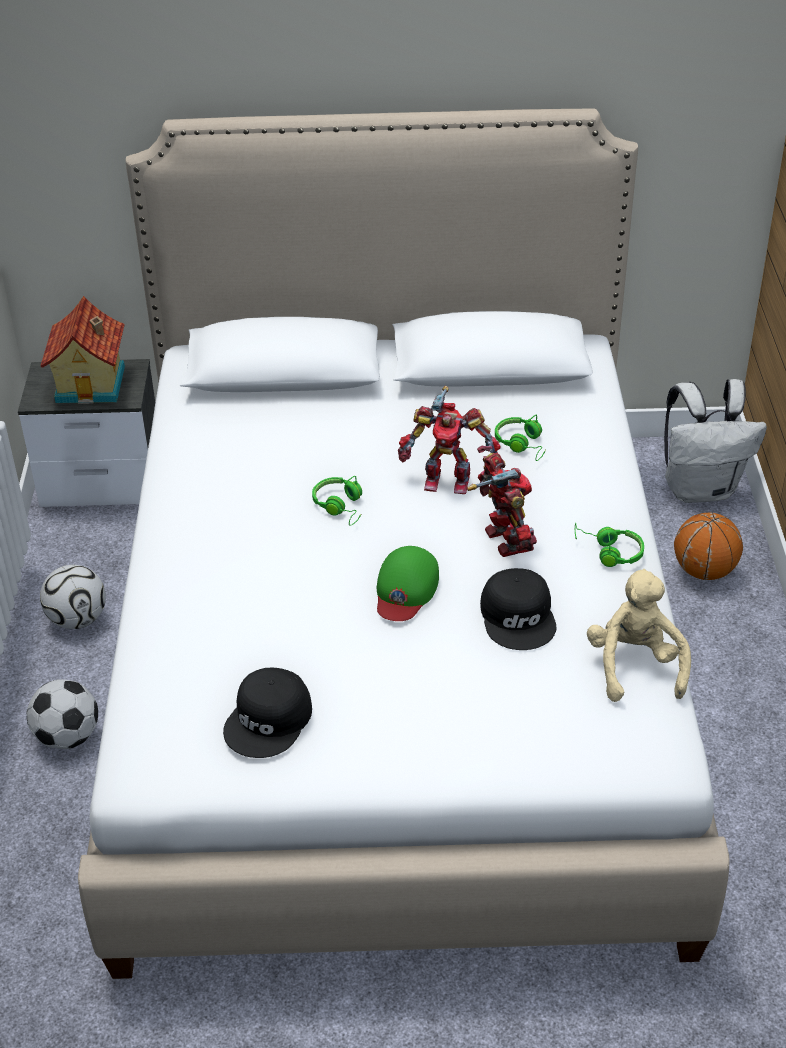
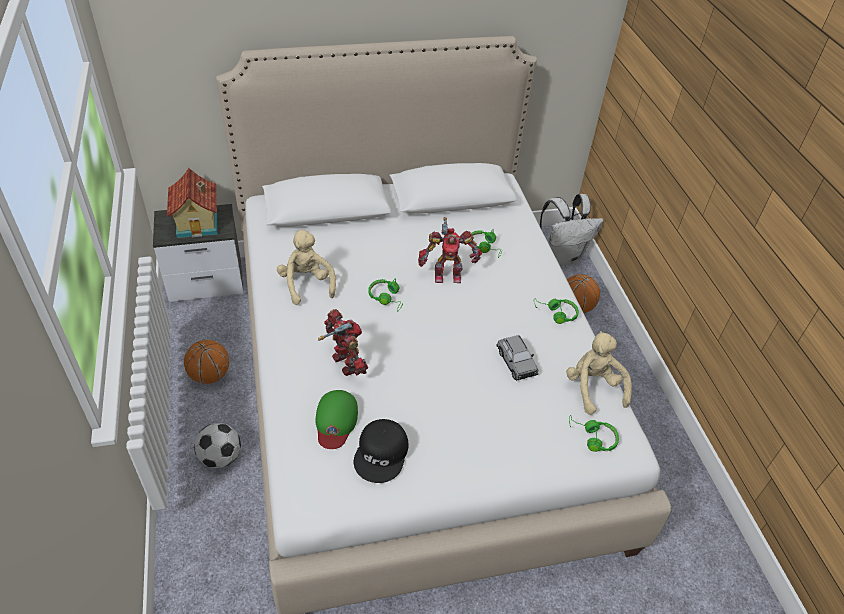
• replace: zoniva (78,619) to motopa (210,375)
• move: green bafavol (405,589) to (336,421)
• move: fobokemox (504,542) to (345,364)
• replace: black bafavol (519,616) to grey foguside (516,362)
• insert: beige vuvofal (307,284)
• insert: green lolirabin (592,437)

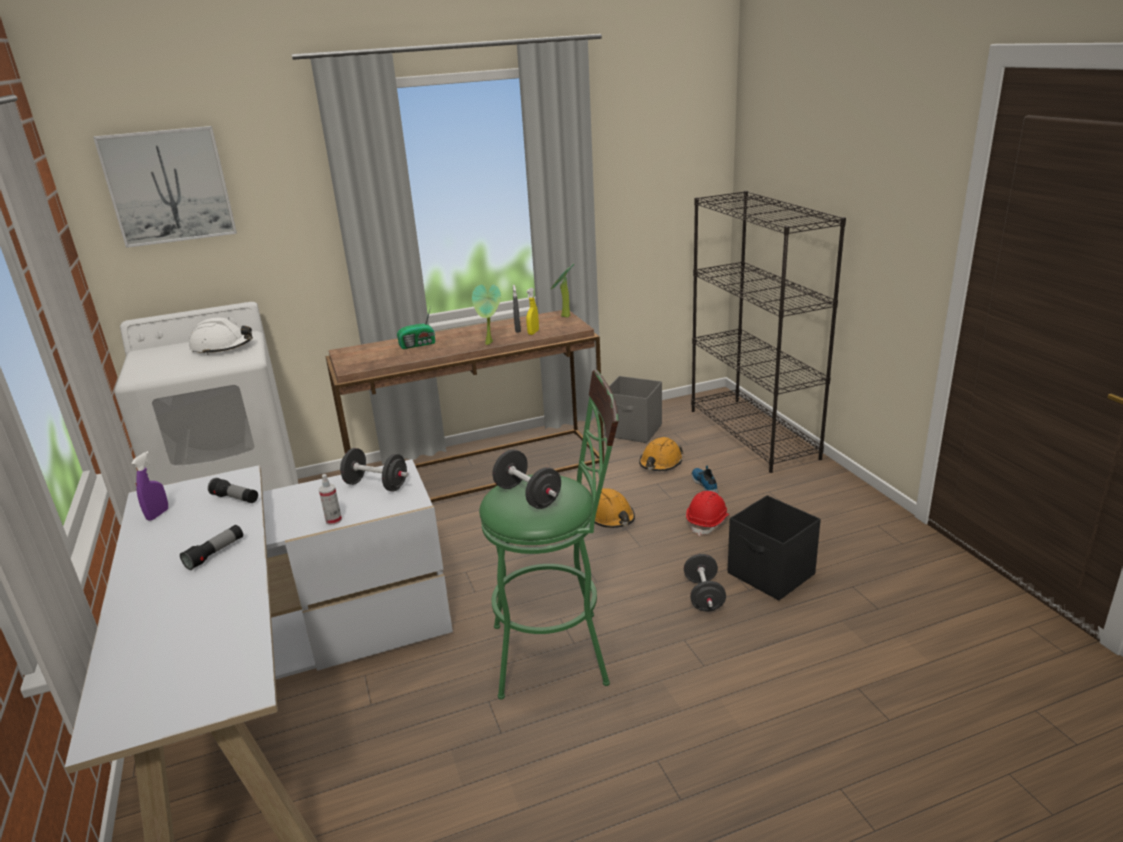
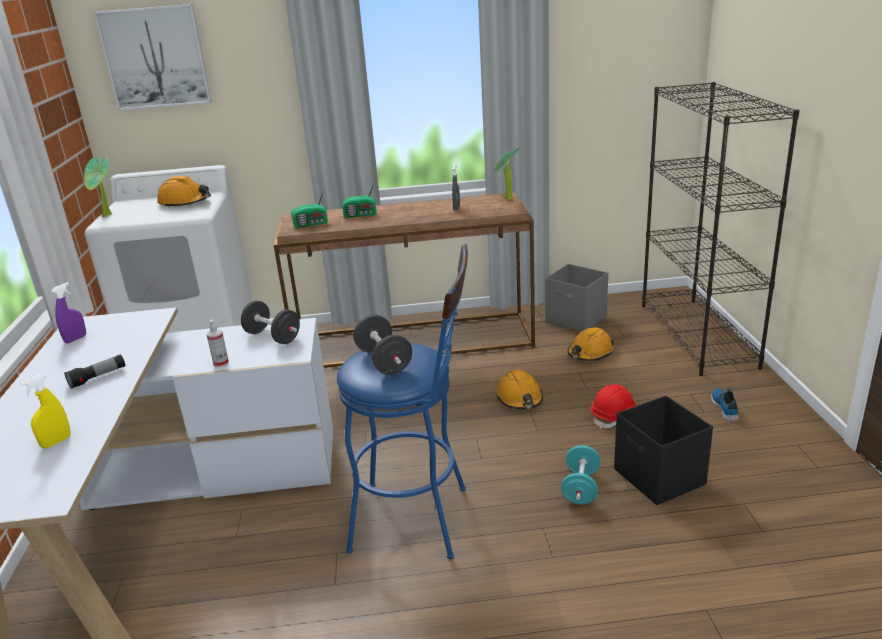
• recolor: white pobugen (222,347) to orange pobugen (185,203)
• delete: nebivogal (235,499)
• move: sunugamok (490,343) to (107,216)
• recolor: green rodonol (561,652) to blue rodonol (421,519)
• move: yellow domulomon (533,332) to (56,442)
• recolor: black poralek (704,596) to turquoise poralek (580,488)
• move: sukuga (705,484) to (725,407)
• insert: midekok (312,224)

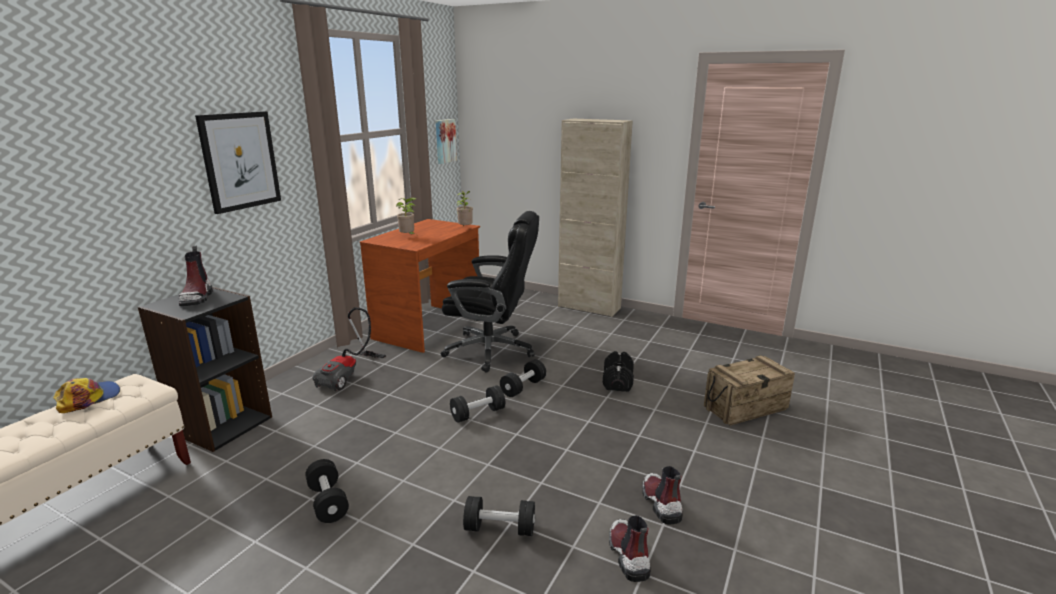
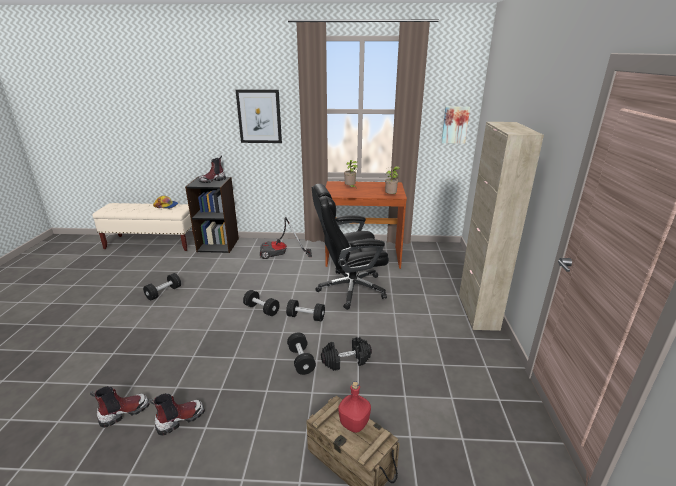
• rotate: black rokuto (491,350) = (350,289) 90 degrees clockwise
• move: black poralek (500,528) to (301,360)
• insert: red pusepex (353,423)

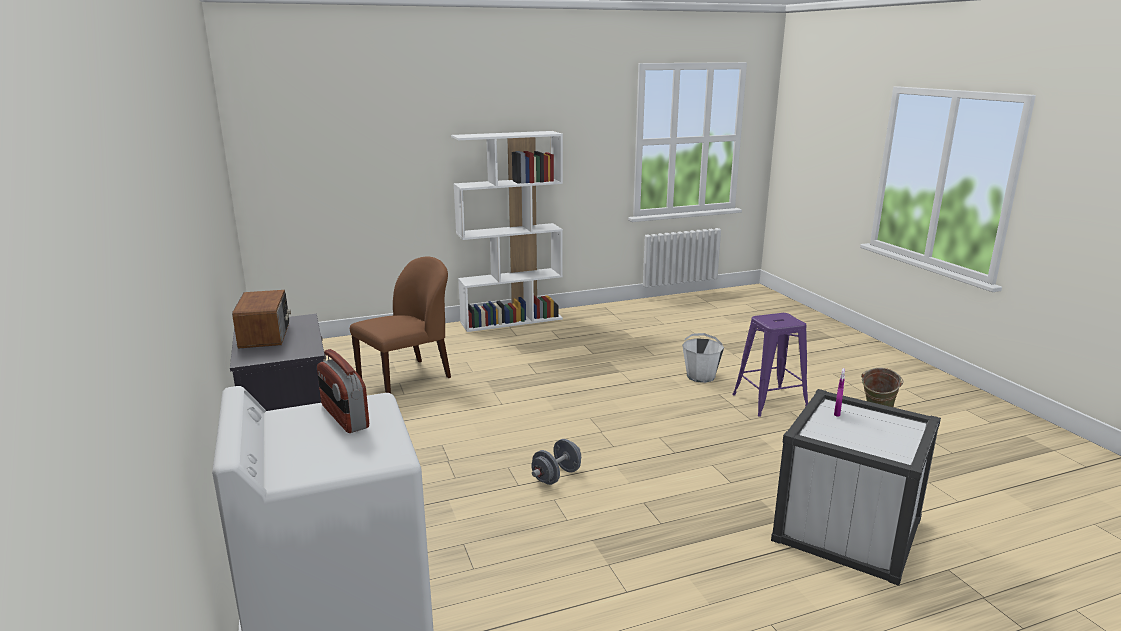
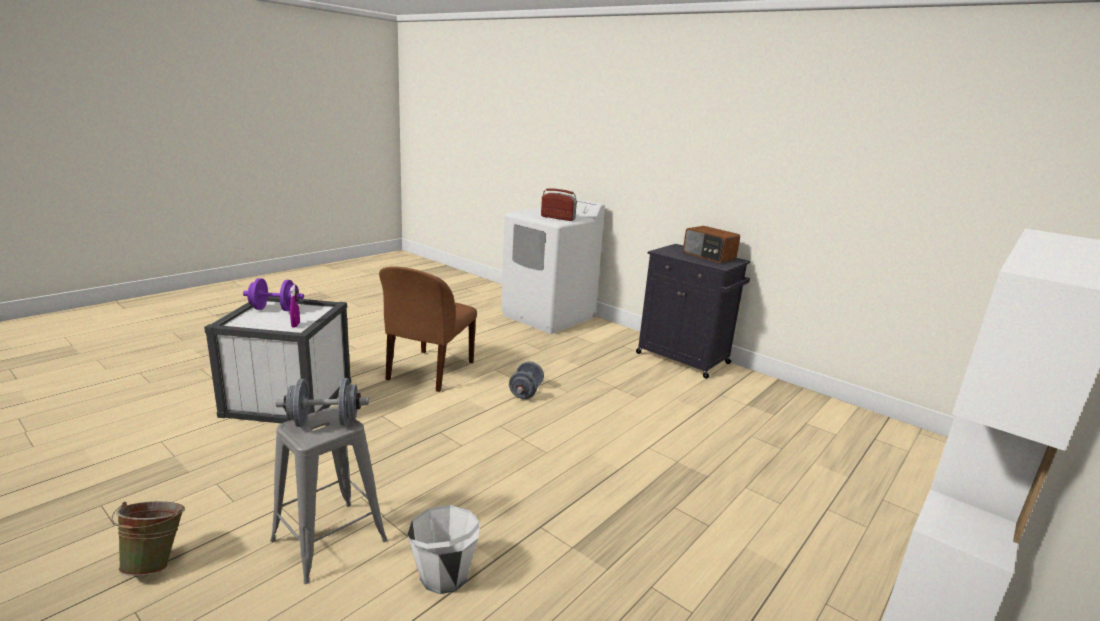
• move: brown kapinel (406,378) to (429,371)
• recolor: purple rodonol (769,401) to grey rodonol (330,540)
• insert: purple poralek (275,309)
• insert: grey poralek (324,422)

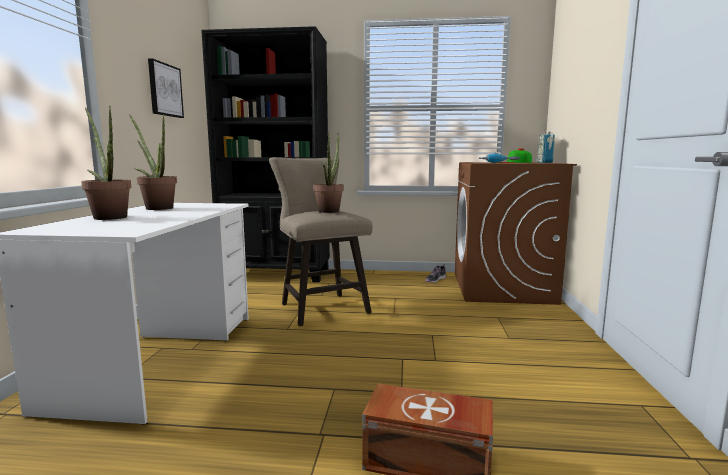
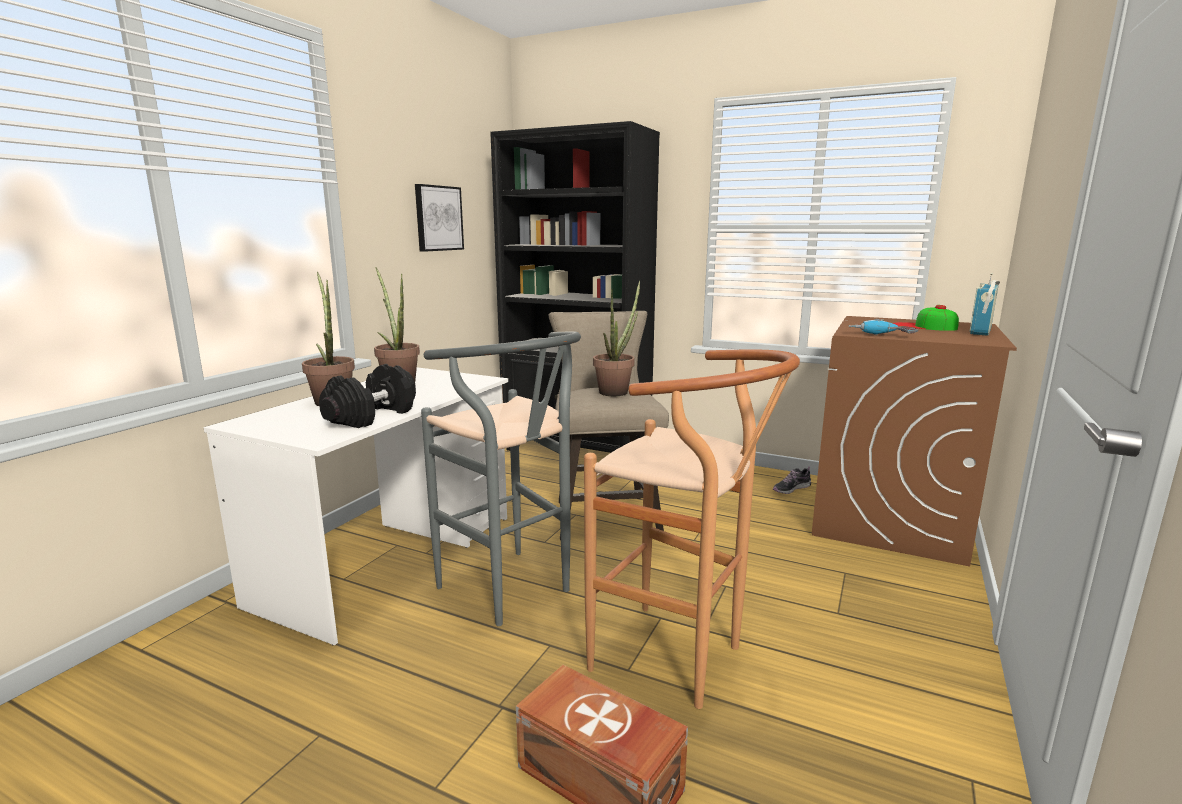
• insert: black poralek (372,416)
• insert: grey rodonol (513,592)
• insert: brown rodonol (680,661)

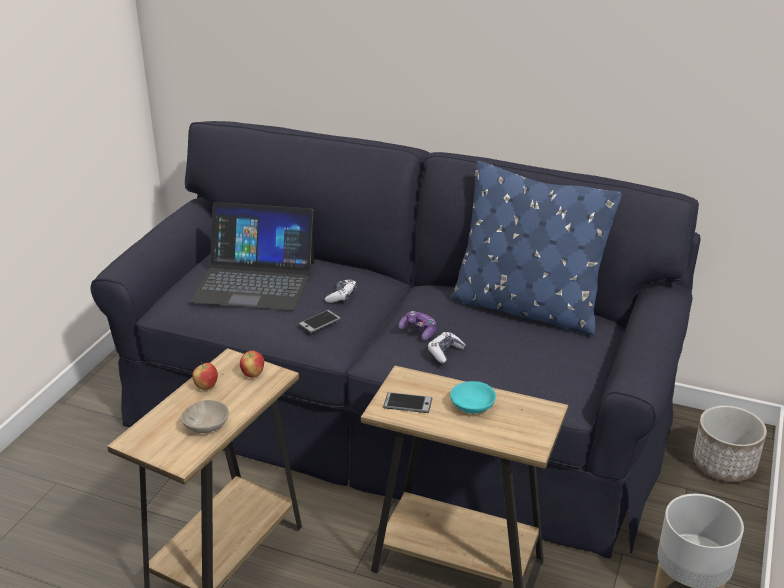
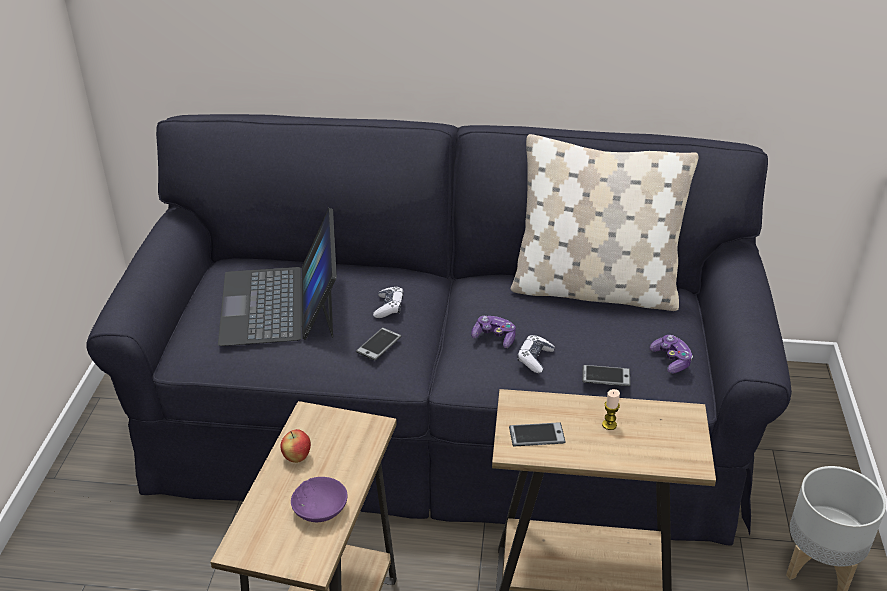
• recolor: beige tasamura (206,426) to purple tasamura (321,510)
• rotate: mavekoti (255,281) = (280,304) 90 degrees clockwise
• delete: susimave (253,375)
• replace: turquoise tasamura (474,406) to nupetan (609,425)
• recolor: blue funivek (526,308) to beige funivek (594,289)
• delete: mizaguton (724,465)
• insert: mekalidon (606,376)
• insert: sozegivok (671,360)

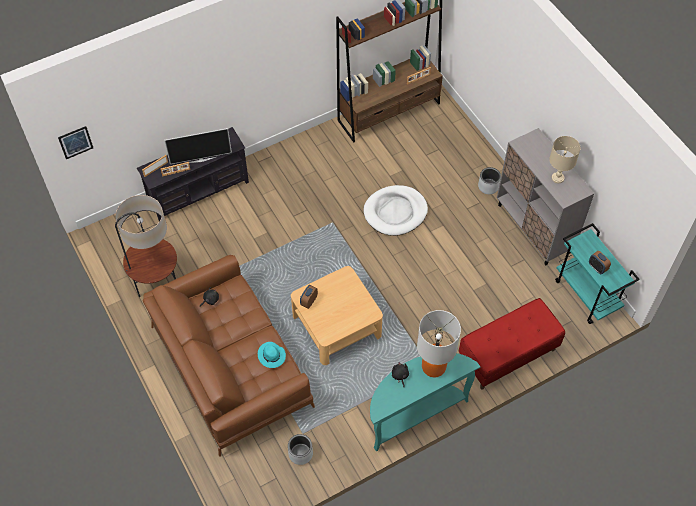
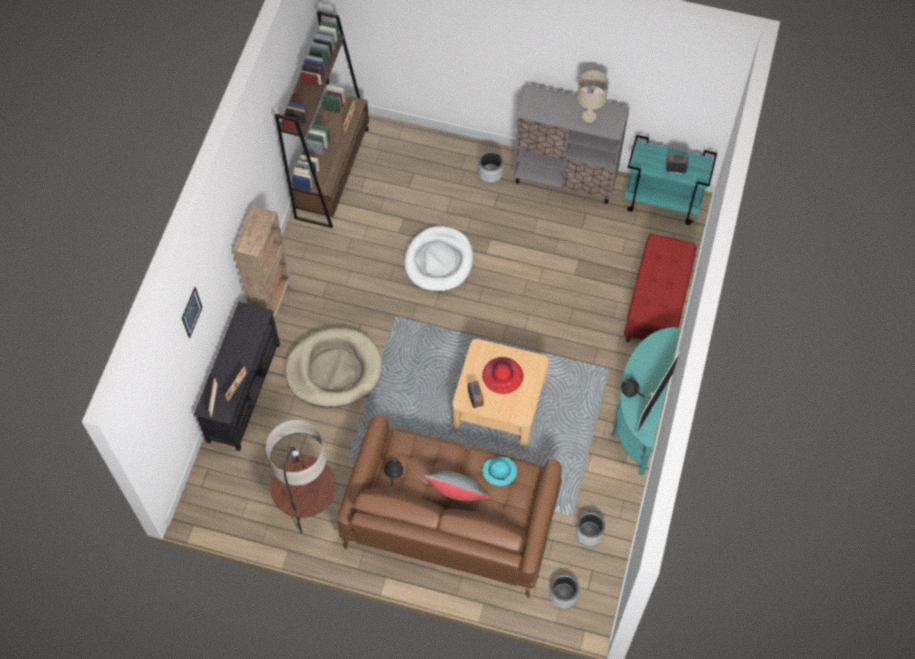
• move: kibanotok (75,142) to (191,312)
• move: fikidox (201,159) to (650,404)
• delete: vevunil (434,366)
• insert: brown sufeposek (272,302)
• insert: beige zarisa (334,370)
• insert: grey funivek (456,495)
• insert: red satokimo (502,375)
• insert: grey mizaguton (563,595)

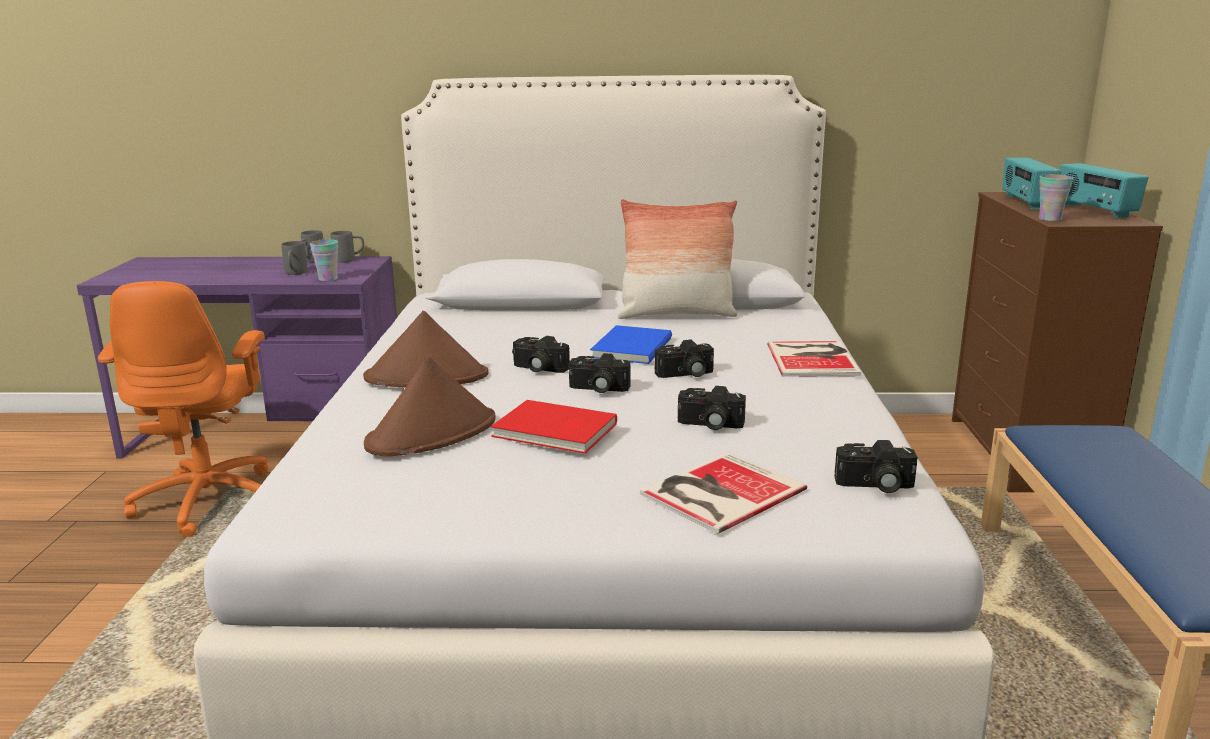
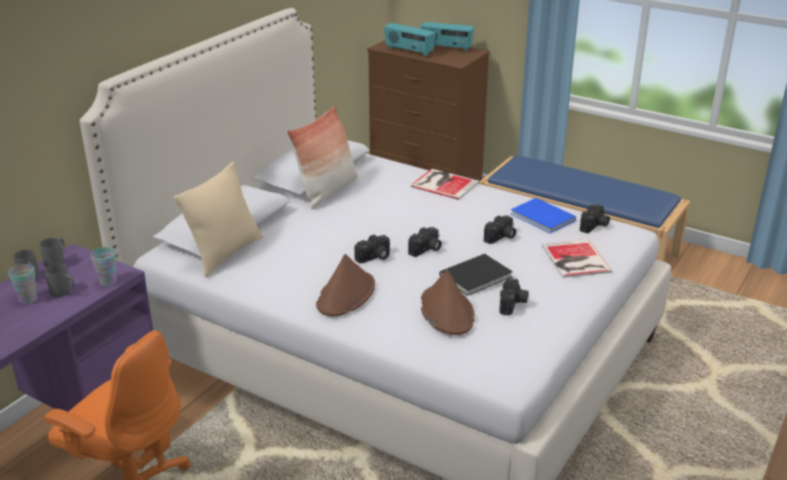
• recolor: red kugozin (555,431) to black kugozin (477,277)
• move: blue kugozin (629,348) to (542,218)
• move: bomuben (685,374) to (513,304)
• move: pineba (1050,219) to (28,299)
• insert: beige funivek (225,253)

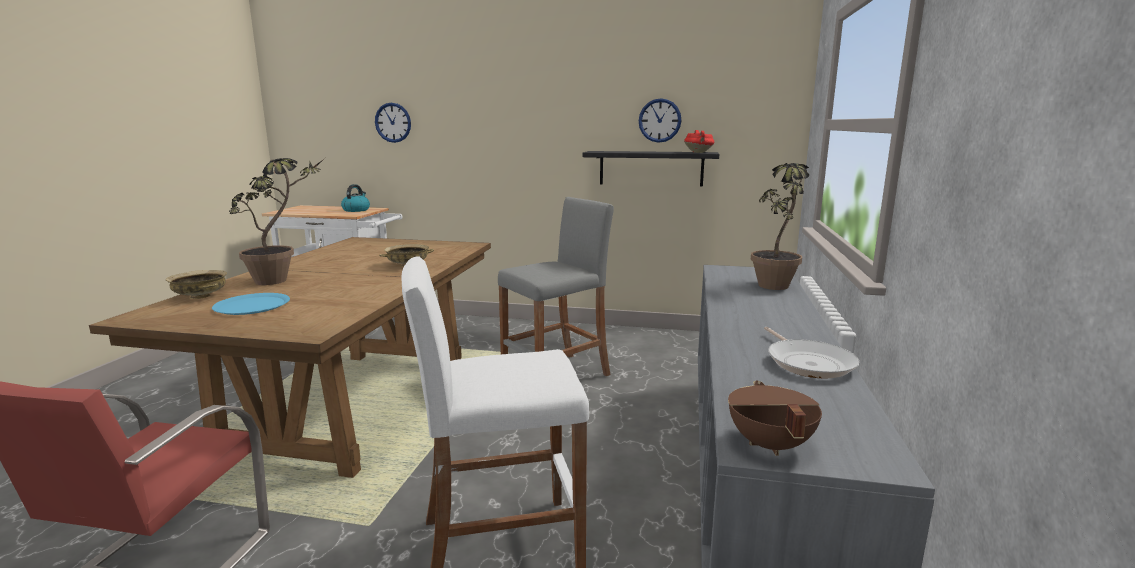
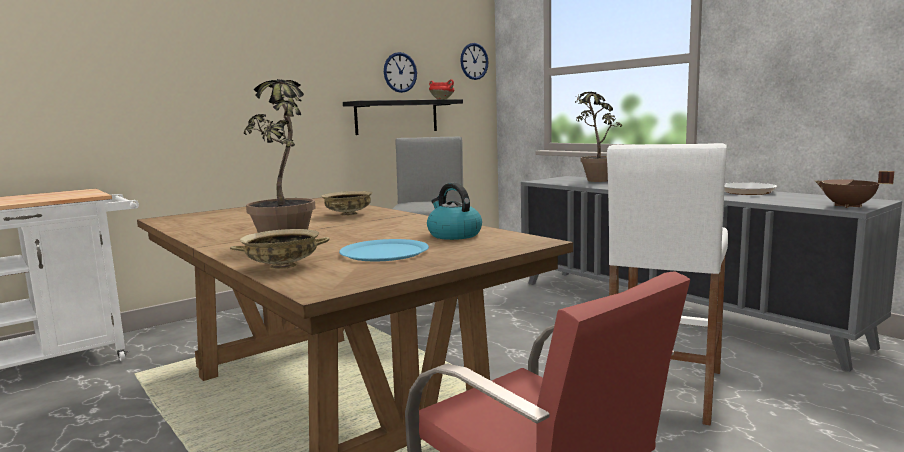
• move: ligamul (356,210) to (453,235)
• move: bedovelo (393,122) to (474,61)

